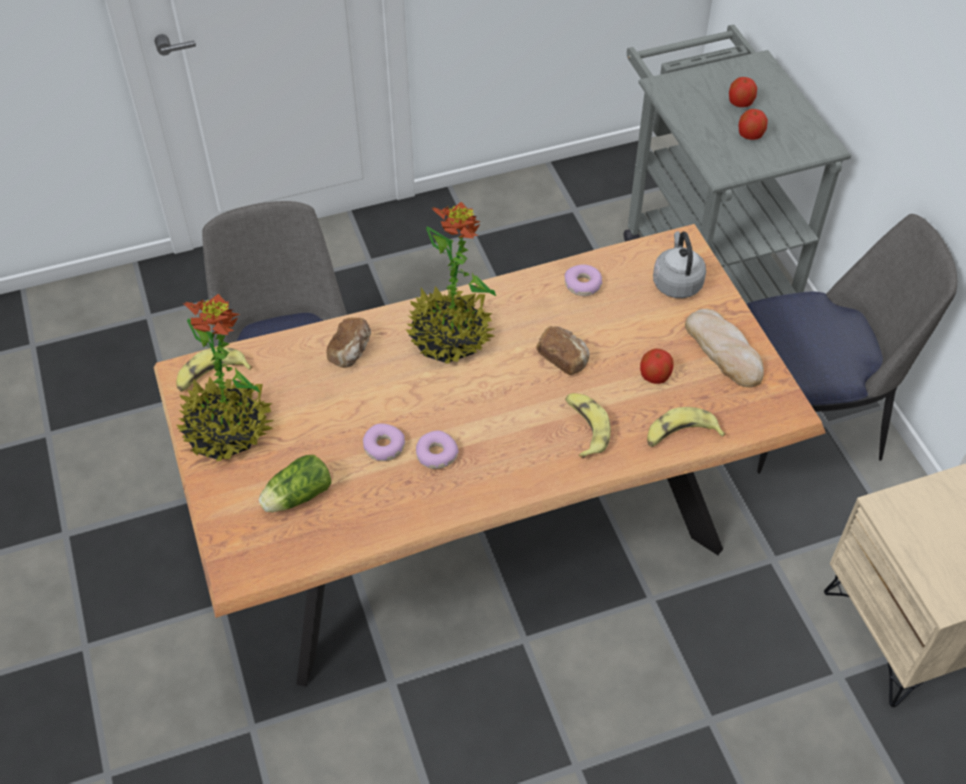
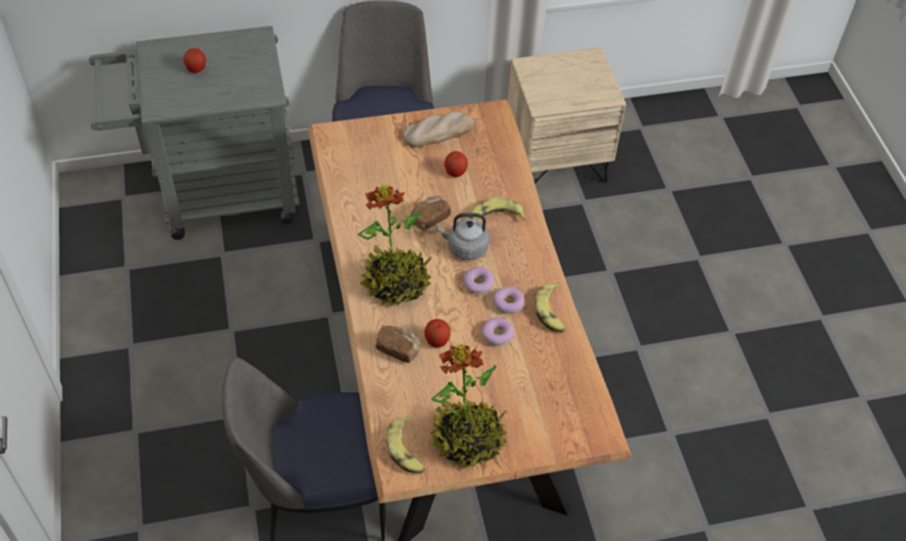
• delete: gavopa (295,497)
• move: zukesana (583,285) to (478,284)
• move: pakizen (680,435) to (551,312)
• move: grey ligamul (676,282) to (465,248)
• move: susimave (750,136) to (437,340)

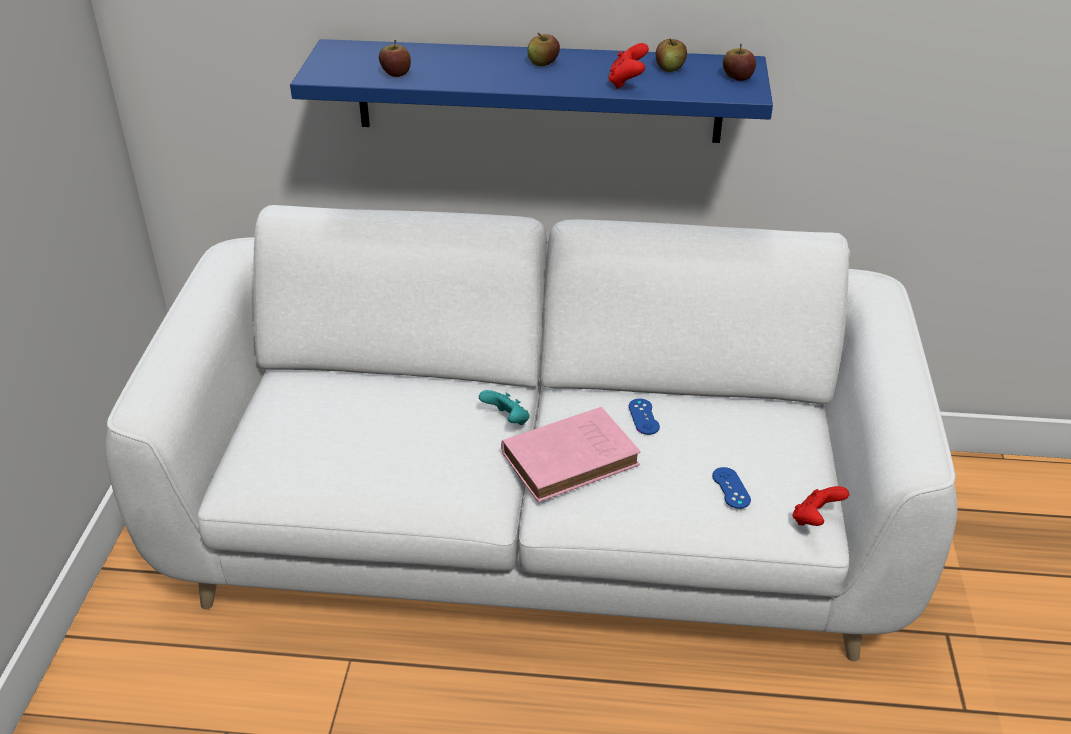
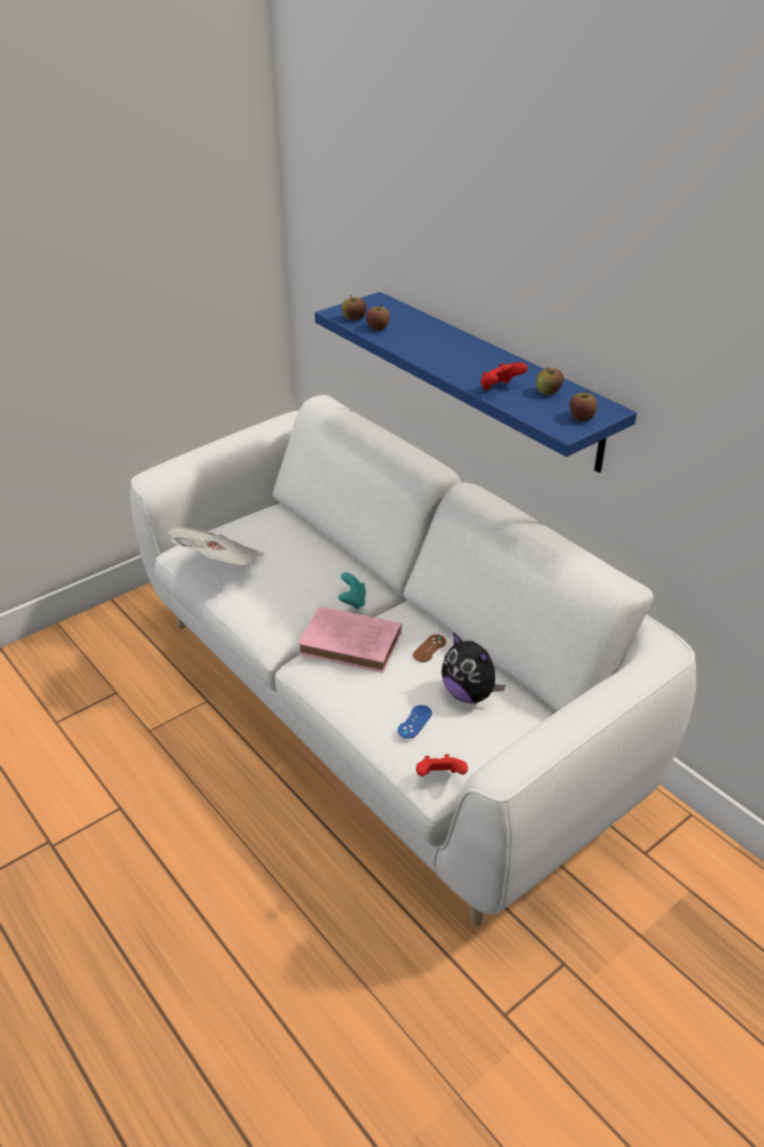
• move: susimave (543,63) to (354,318)
• recolor: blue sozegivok (643,417) to brown sozegivok (429,648)
• insert: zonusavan (220,565)
• insert: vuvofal (469,694)

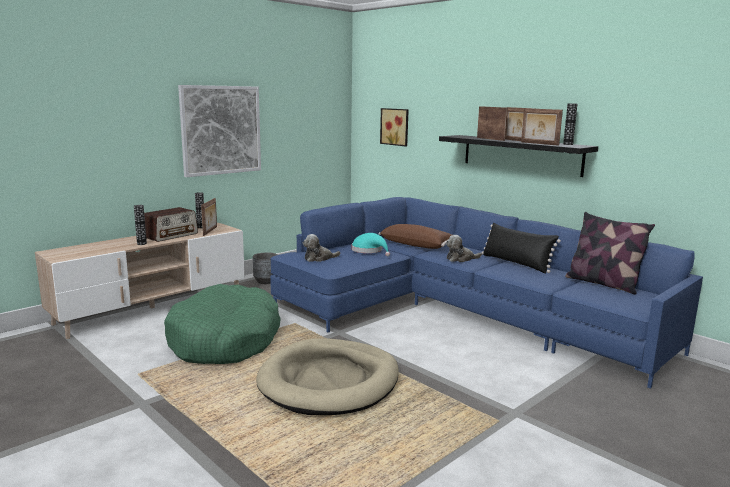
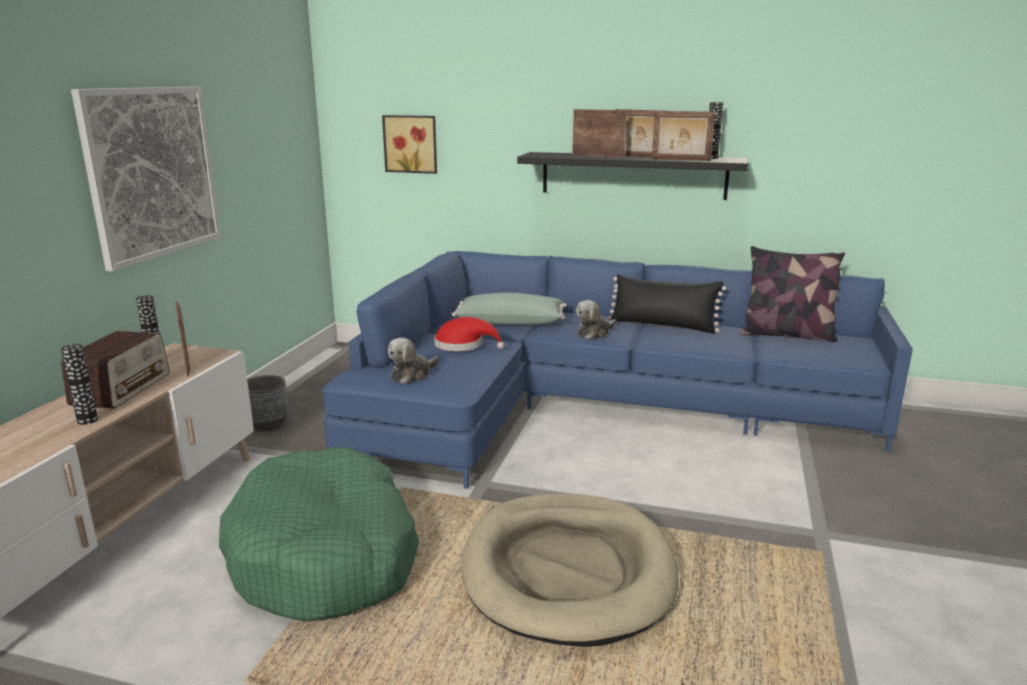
• recolor: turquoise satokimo (369,251) to red satokimo (463,345)
• recolor: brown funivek (417,245) to green funivek (510,322)

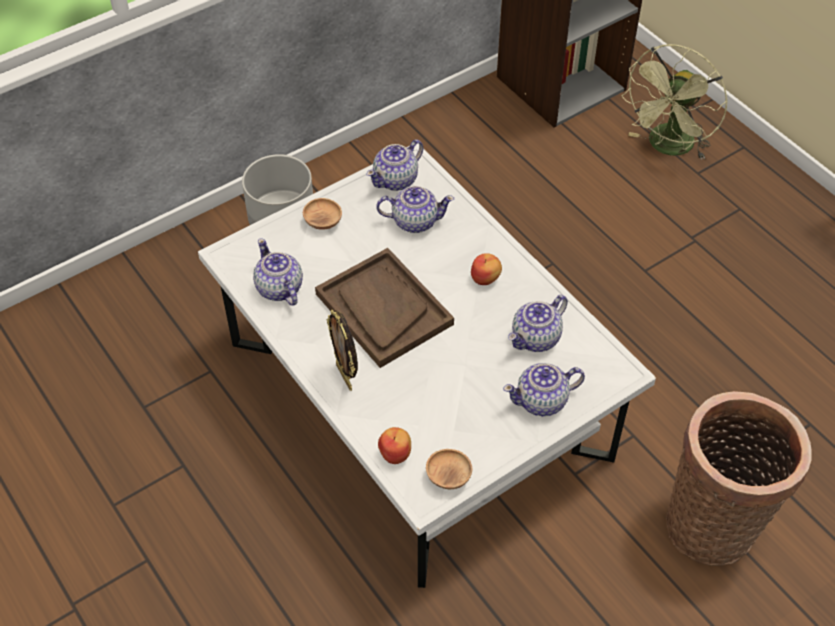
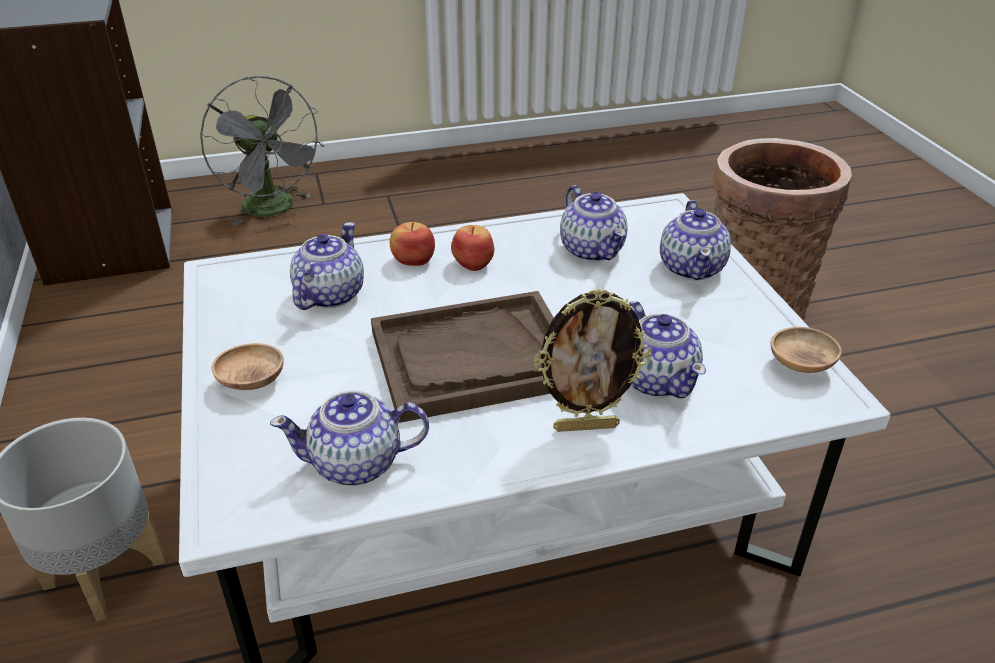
• move: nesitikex (396,180) to (656,379)
• move: susimave (395,453) to (413,260)
• recolor: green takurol (668,148) to grey takurol (275,210)

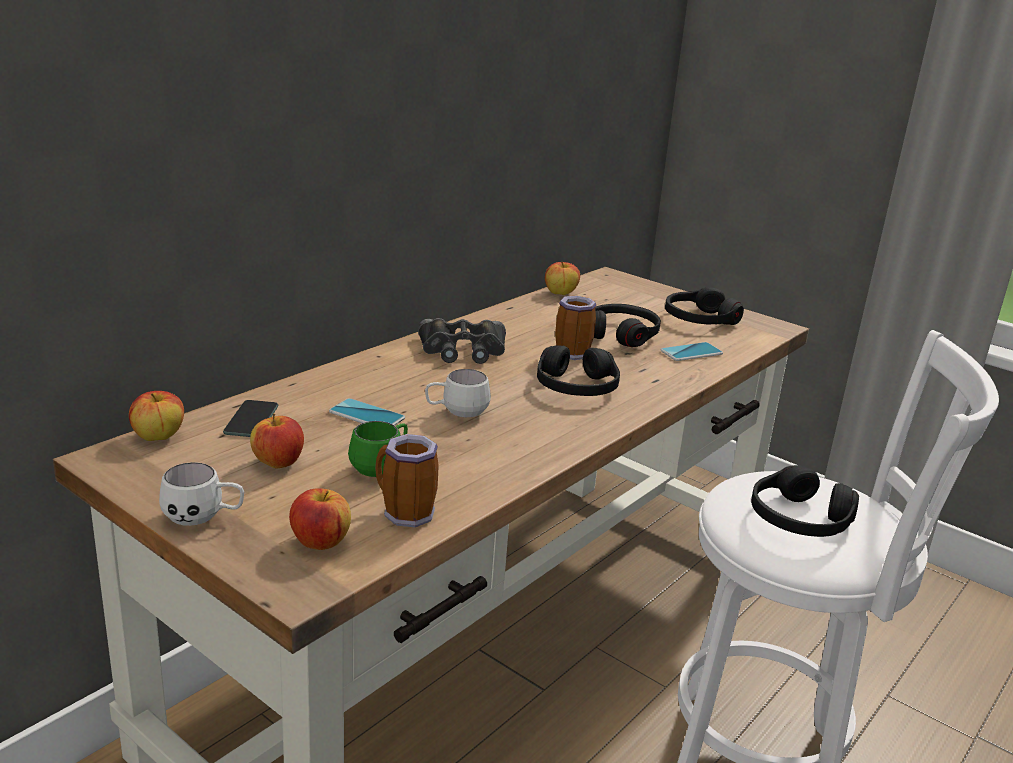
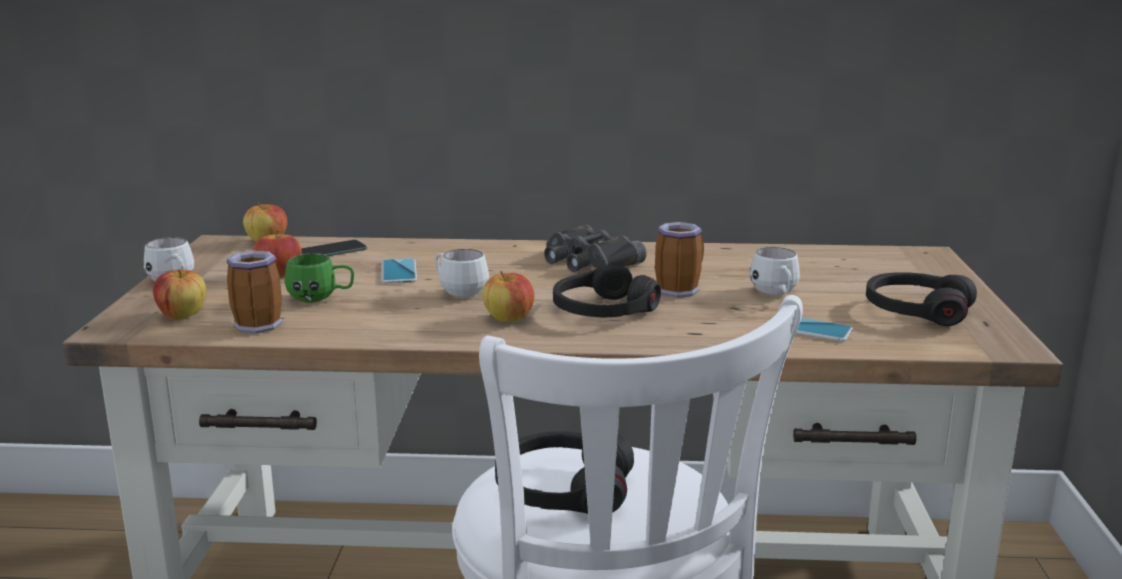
• move: susimave (560,293) to (508,319)
• replace: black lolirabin (621,334) to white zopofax (776,295)

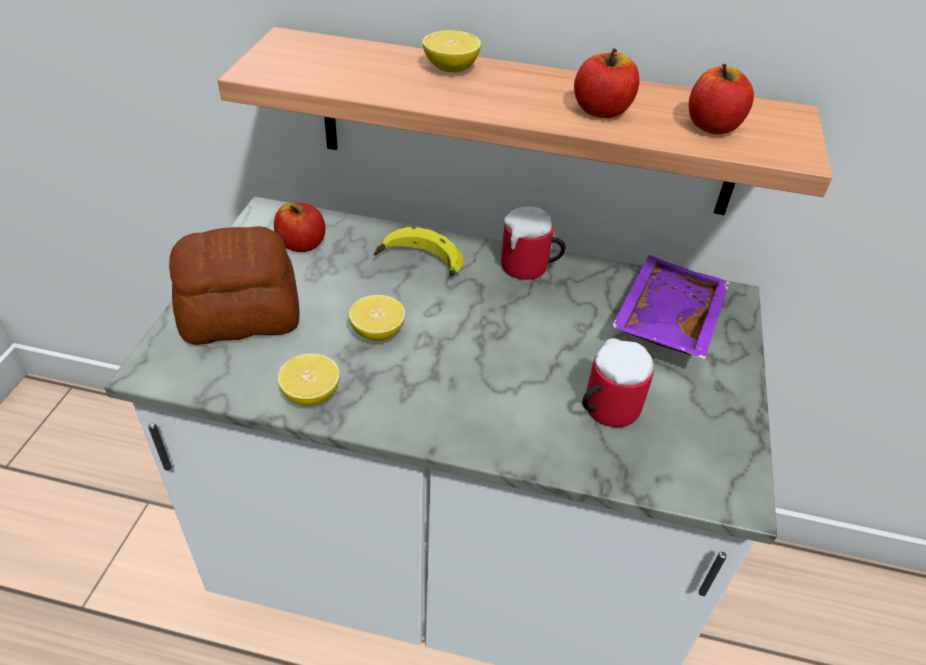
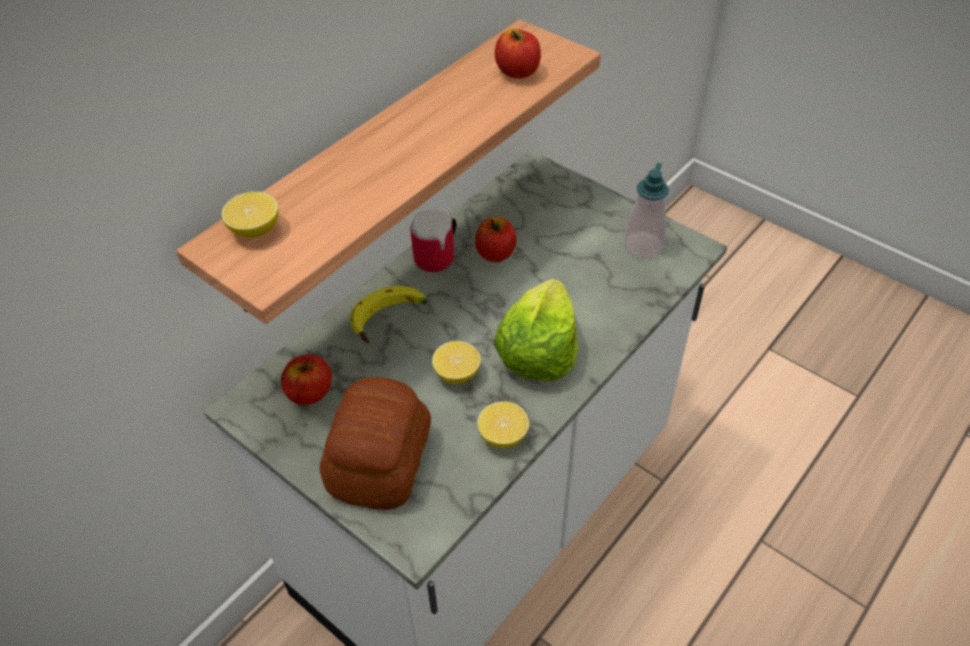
• move: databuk (450,68) to (255,229)
• move: susimave (601,111) to (495,253)
• delete: zopofax (604,409)
• delete: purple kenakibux (665,319)
• insert: gavopa (538,351)
• insert: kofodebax (643,246)

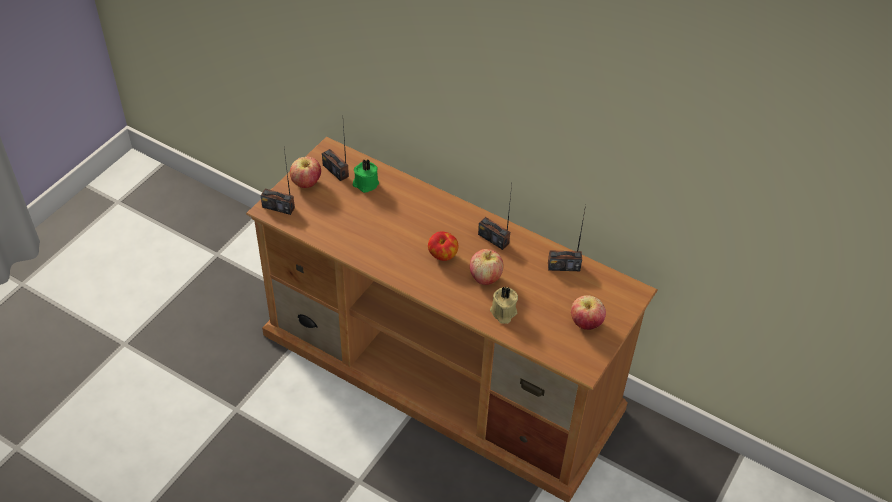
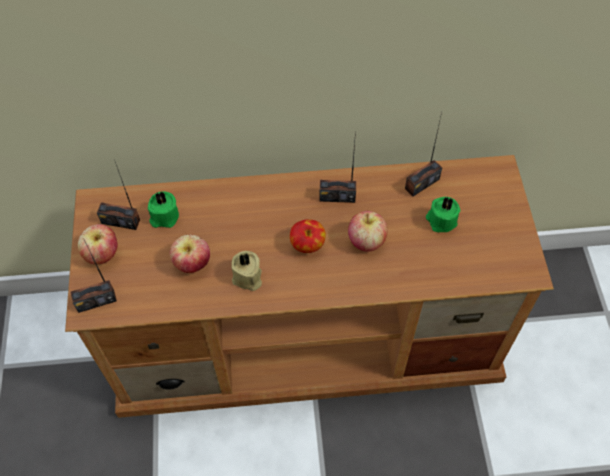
• move: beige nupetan (503,313) to (247,278)
• move: susimave (586,323) to (192,264)
• insert: green nupetan (441,220)

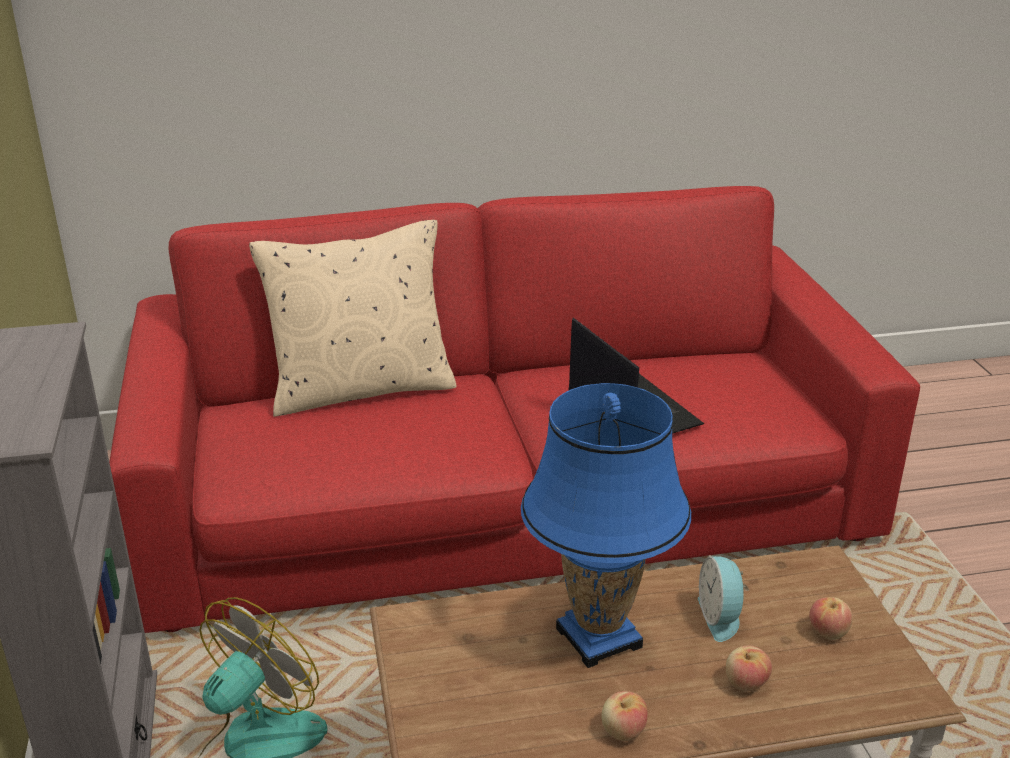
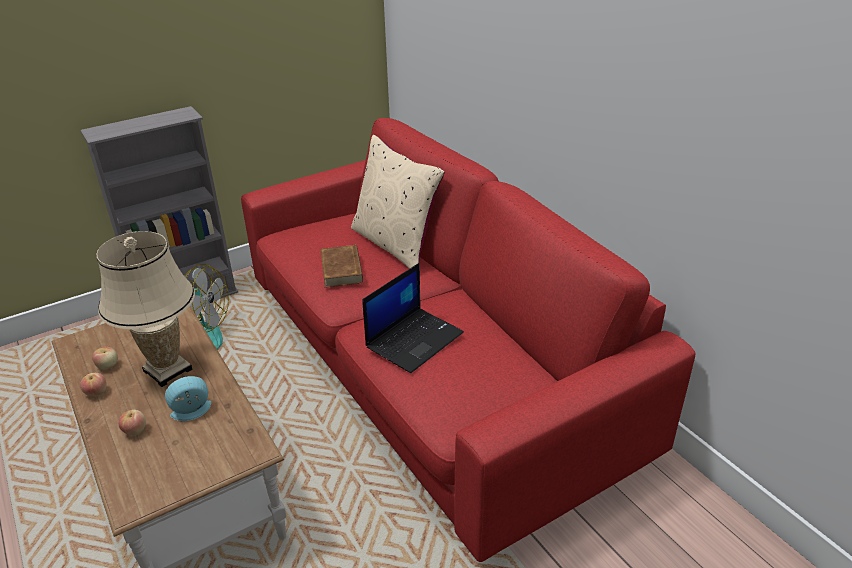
• recolor: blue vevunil (599,638) to beige vevunil (167,370)
• move: susimave (827,632) to (108,366)
• insert: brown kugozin (342,269)

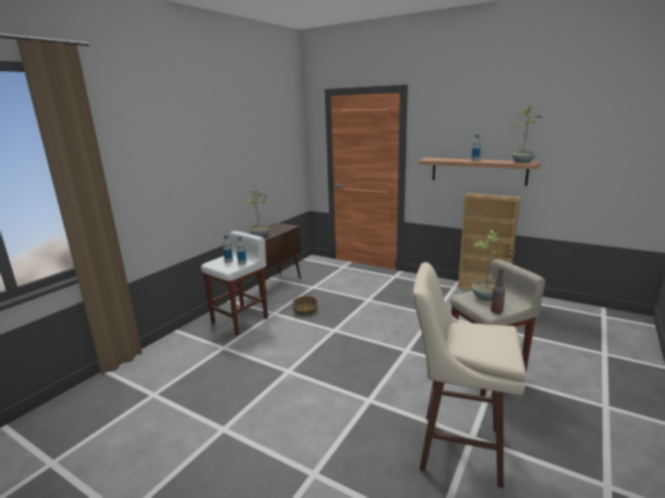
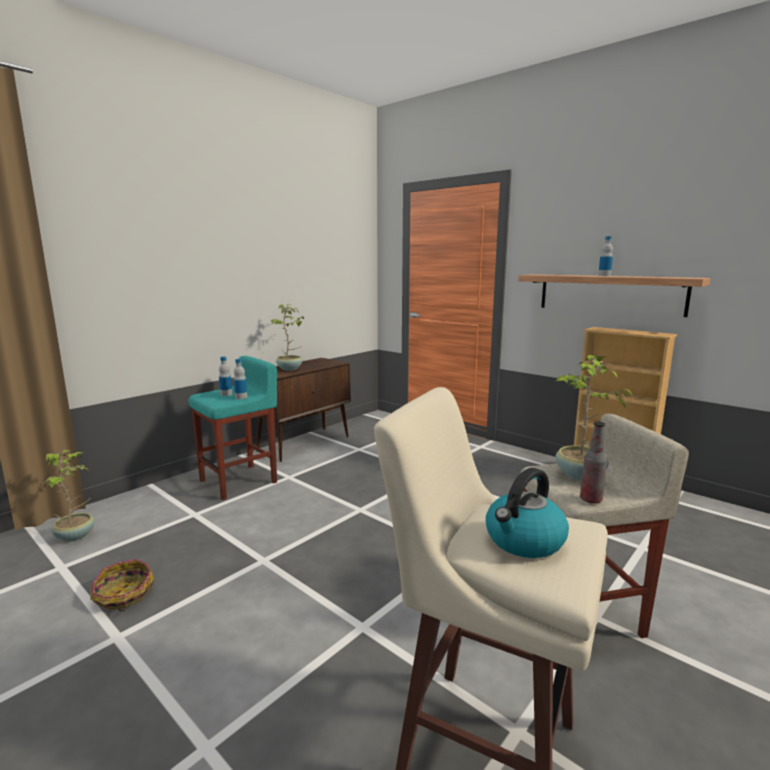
• recolor: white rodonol (240,320) to turquoise rodonol (239,481)
• move: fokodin (305,310) to (124,595)
• move: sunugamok (522,162) to (76,535)
• insert: ligamul (524,541)

